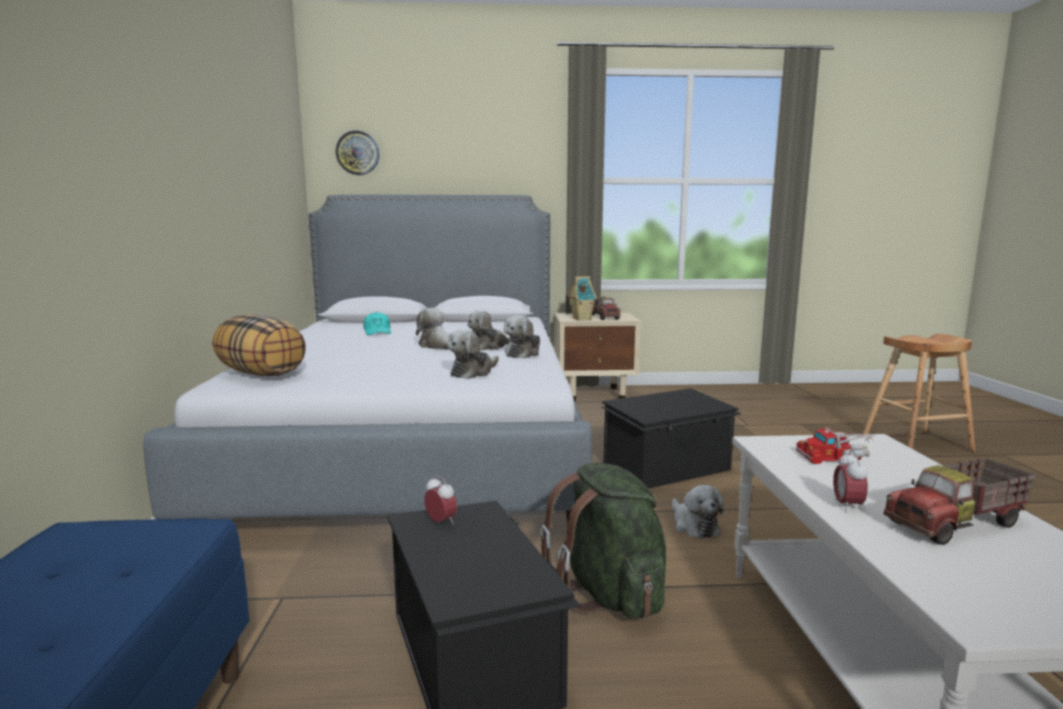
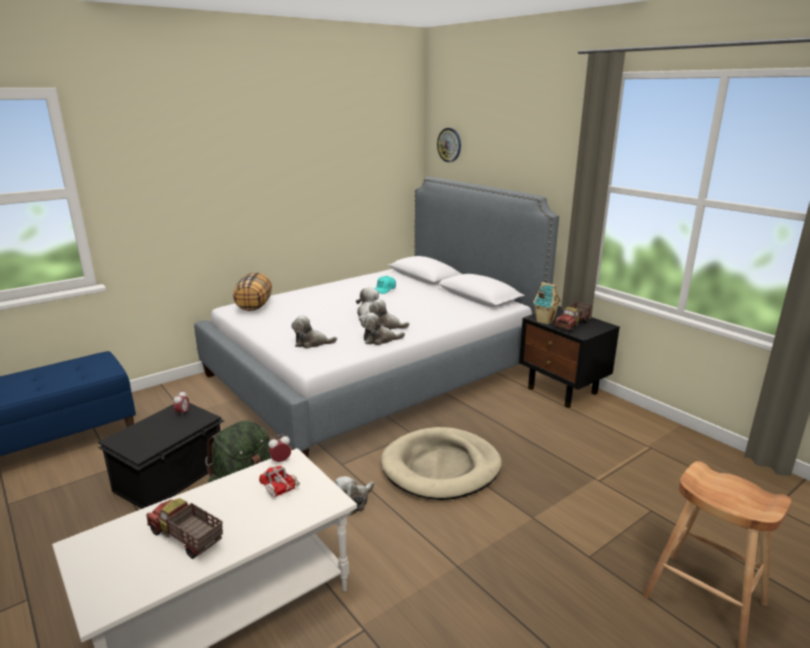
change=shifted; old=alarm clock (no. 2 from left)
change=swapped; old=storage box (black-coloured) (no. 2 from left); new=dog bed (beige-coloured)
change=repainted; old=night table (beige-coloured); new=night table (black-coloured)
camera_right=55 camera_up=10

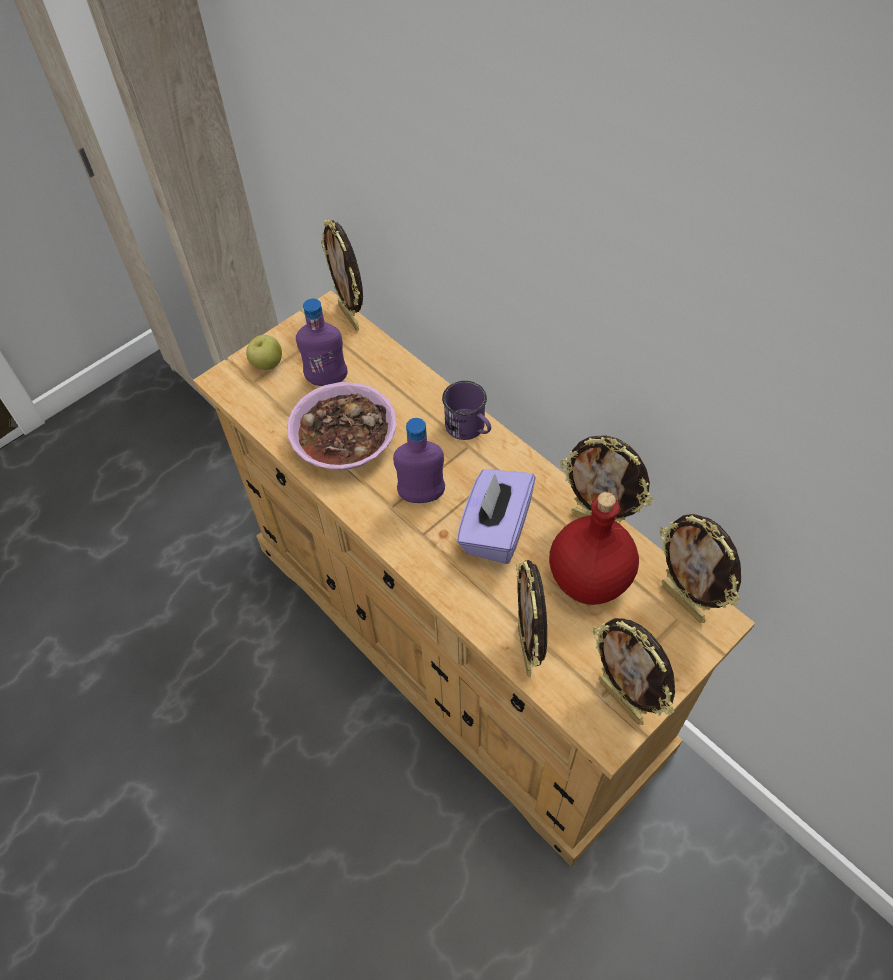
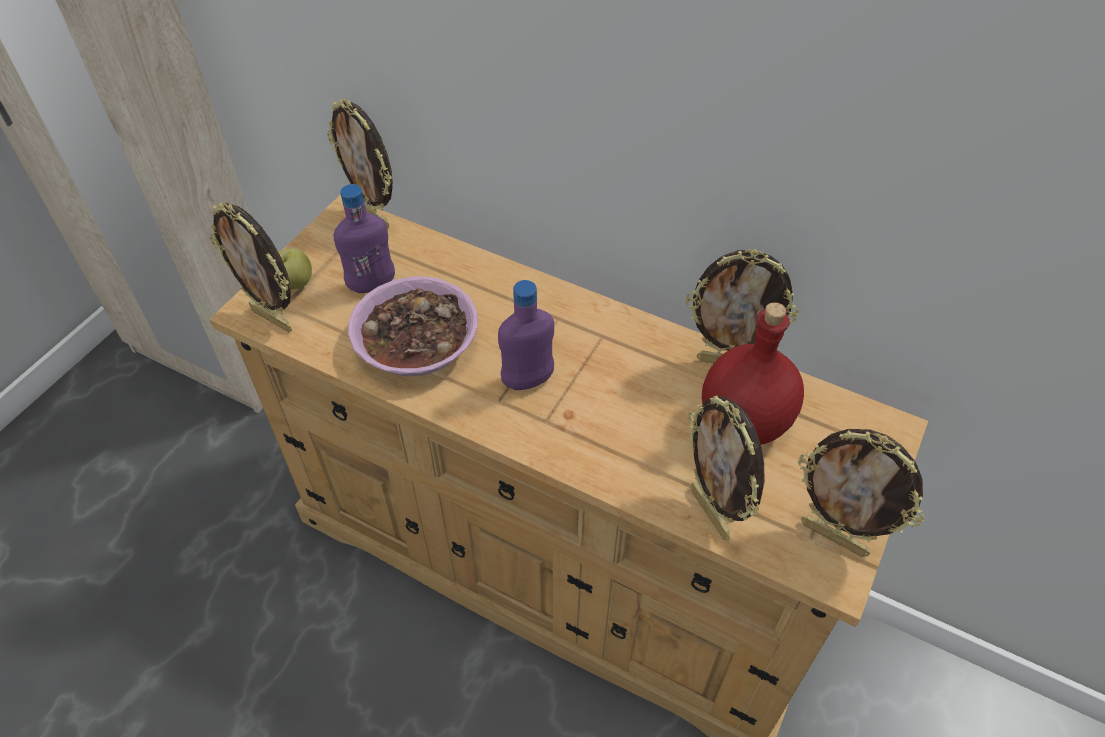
change=shifted; old=standing frame (no. 5 from left in the first image); new=standing frame (no. 1 from left)
change=gone; old=mug (purplish)
change=gone; old=tissue box (purplish)
camera_right=-20 camera_up=-5

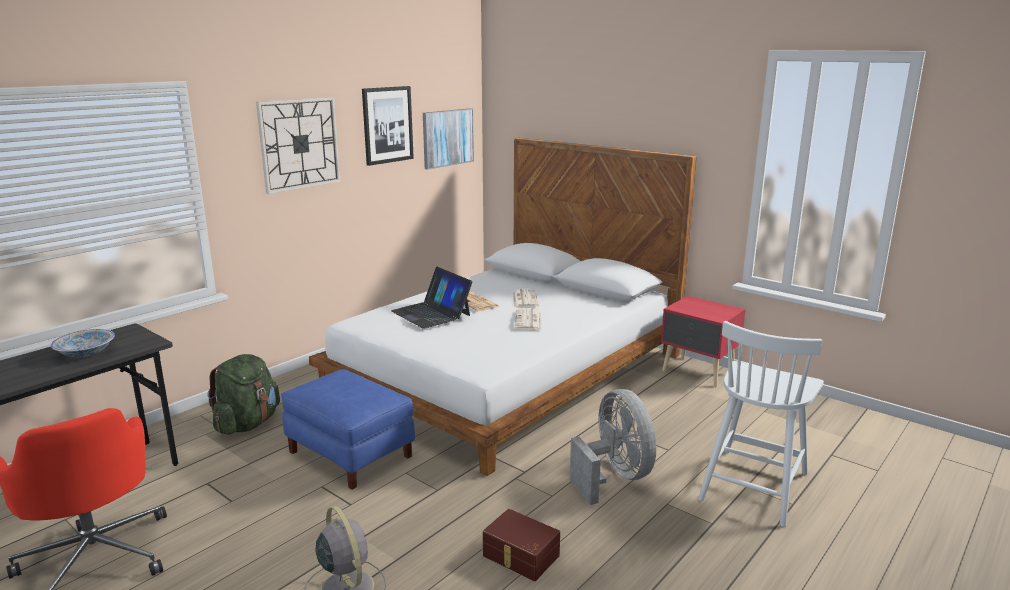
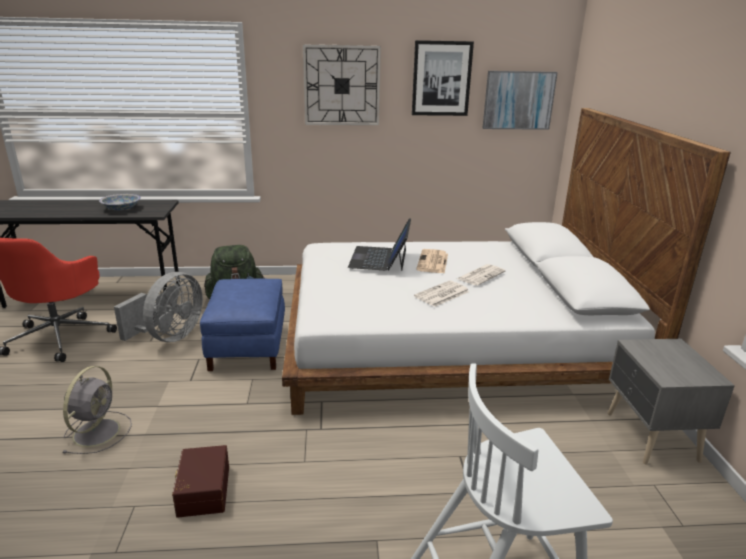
change=shifted; old=electric fan (greyish) (no. 2 from left)
change=repainted; old=night table (red-coloured); new=night table (greyish)
camera_right=45 camera_up=5

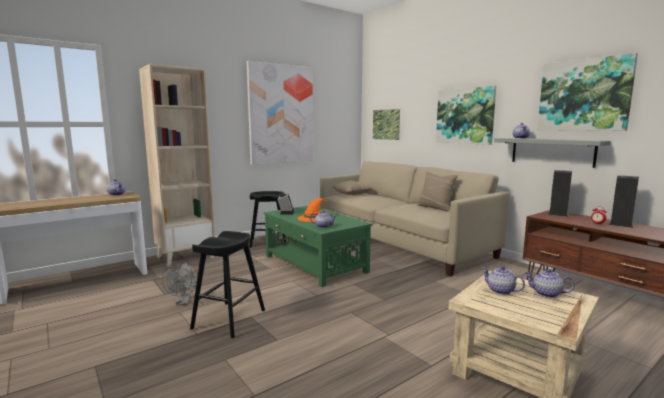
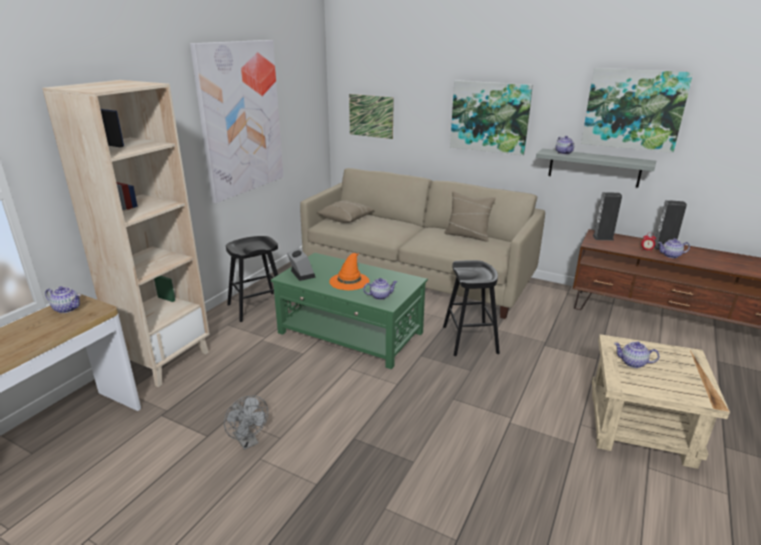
change=shifted; old=stool seat (black-coloured) (no. 1 from left in the first image); new=stool seat (black-coloured) (no. 2 from left)
change=shifted; old=teapot (no. 5 from left)
camera_right=-25 camera_up=15

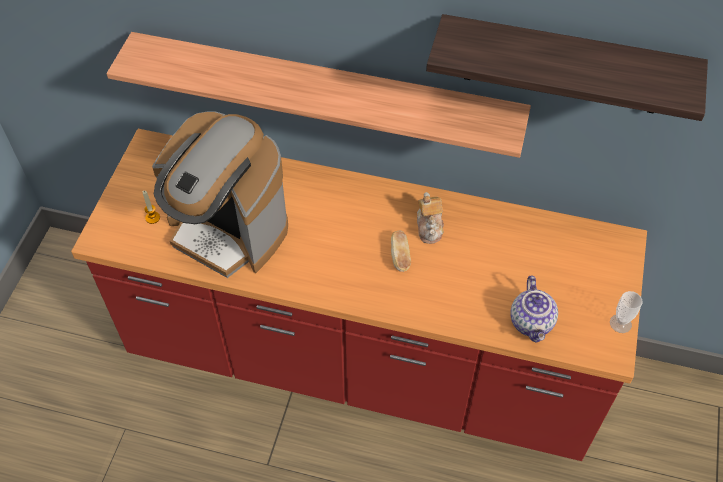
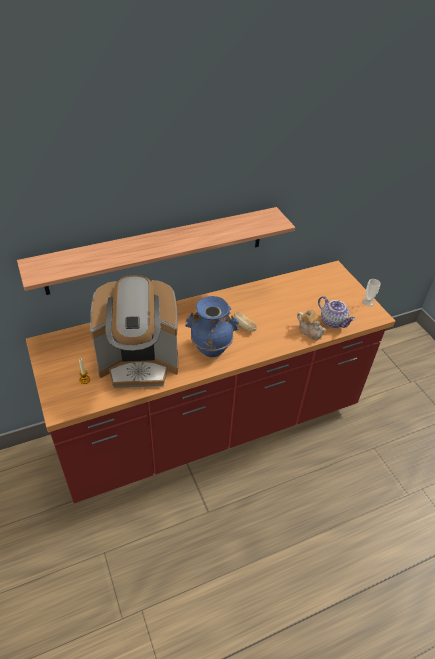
change=new; new=vase (bluish)
change=shifted; old=teapot (no. 1 from left)
change=gone; old=shelf (no. 2 from left)
camera_right=-40 camera_up=-10

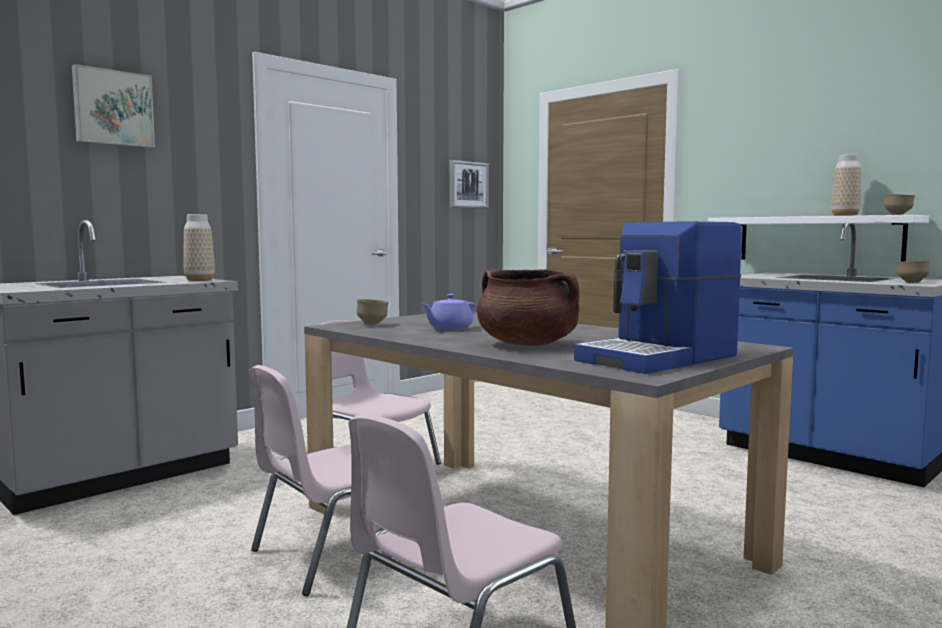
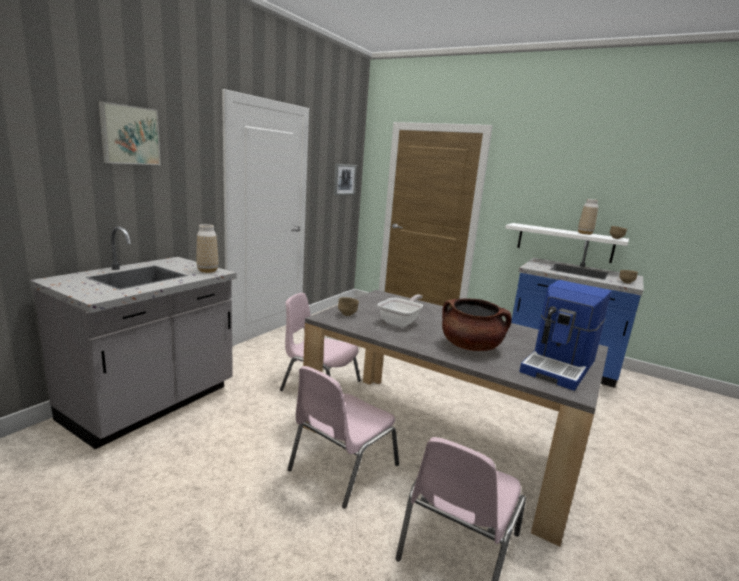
change=swapped; old=teapot (purplish); new=frying pan
camera_right=-15 camera_up=10

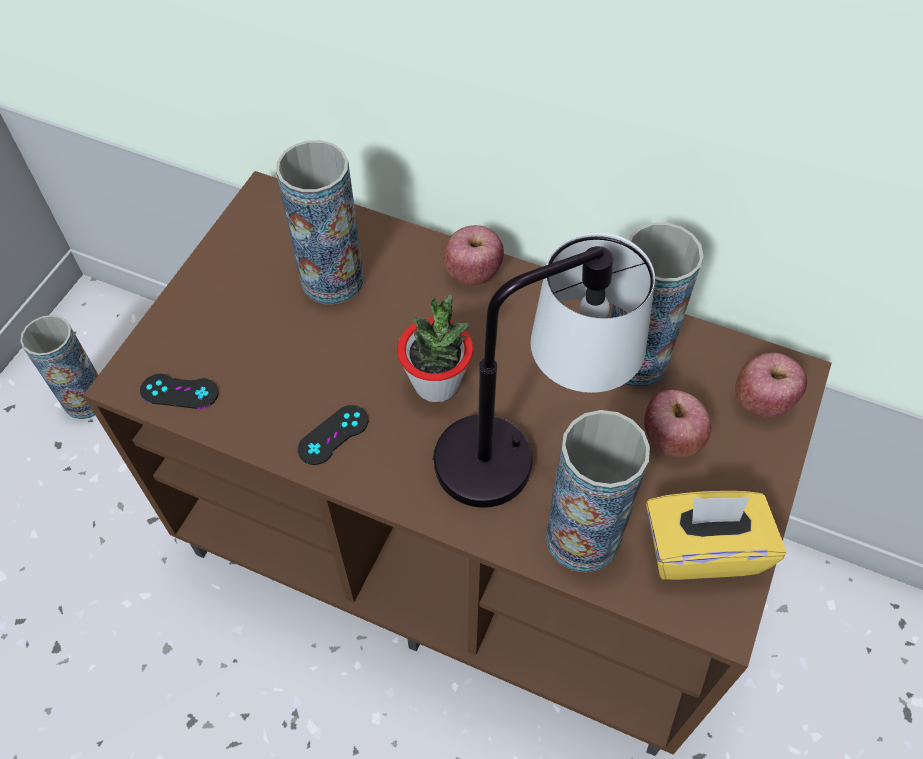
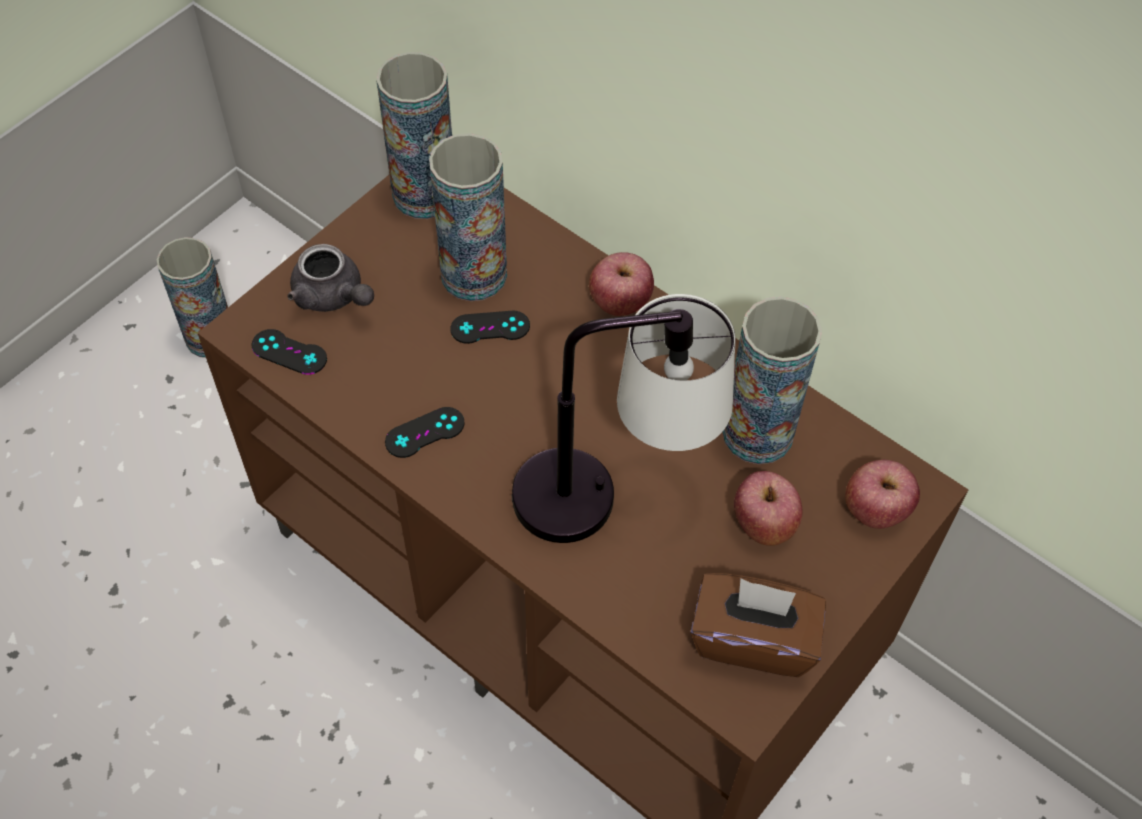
change=new; new=teapot (greyish)
change=shifted; old=vase (no. 3 from left in the first image); new=vase (no. 2 from left)
change=new; new=game controller (black-coloured) (no. 3 from left)
change=repainted; old=tissue box (yellowish); new=tissue box (brown-coloured)
change=gone; old=houseplant
camera_right=15 camera_up=0

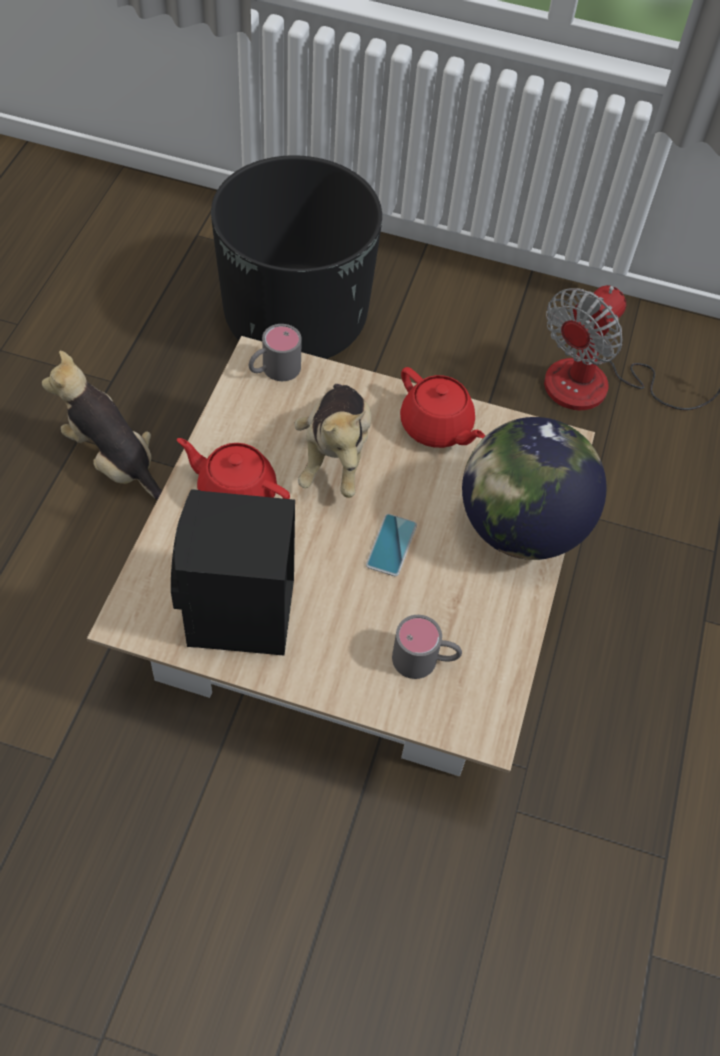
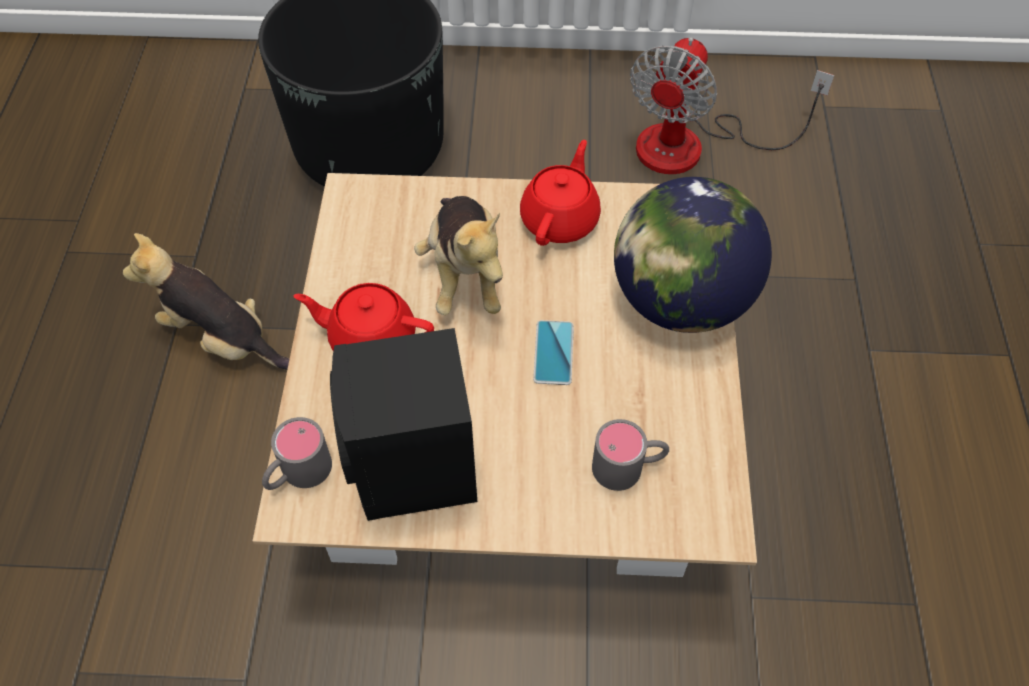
change=shifted; old=mug (greyish) (no. 1 from left)
change=rotated; old=teapot (red-coloured) (no. 2 from left); degrees=-105
camera_right=-10 camera_up=0

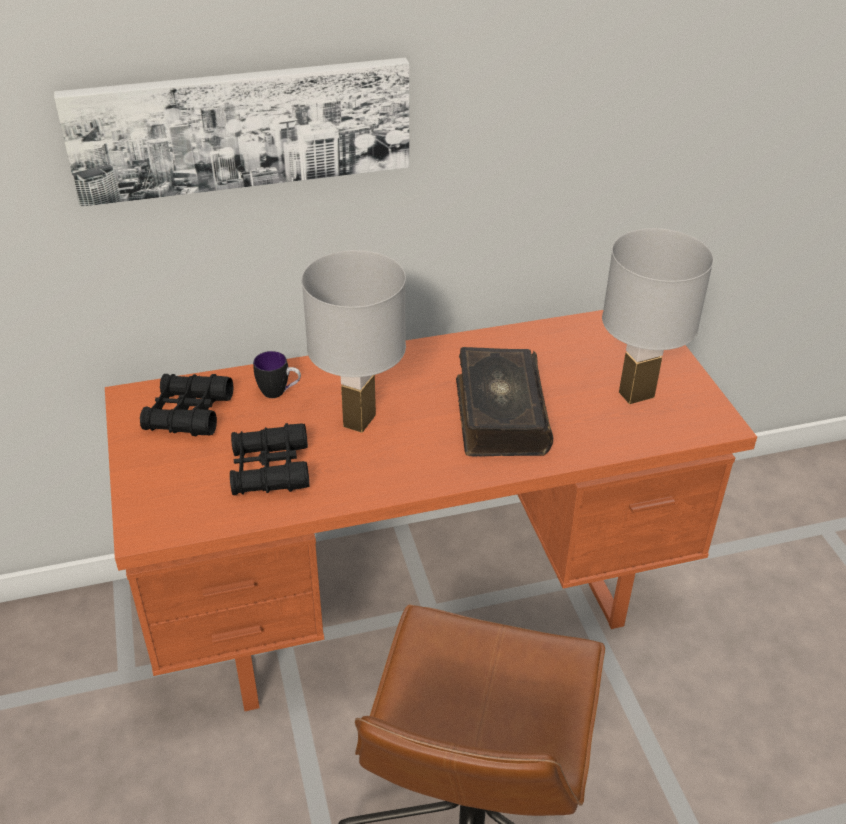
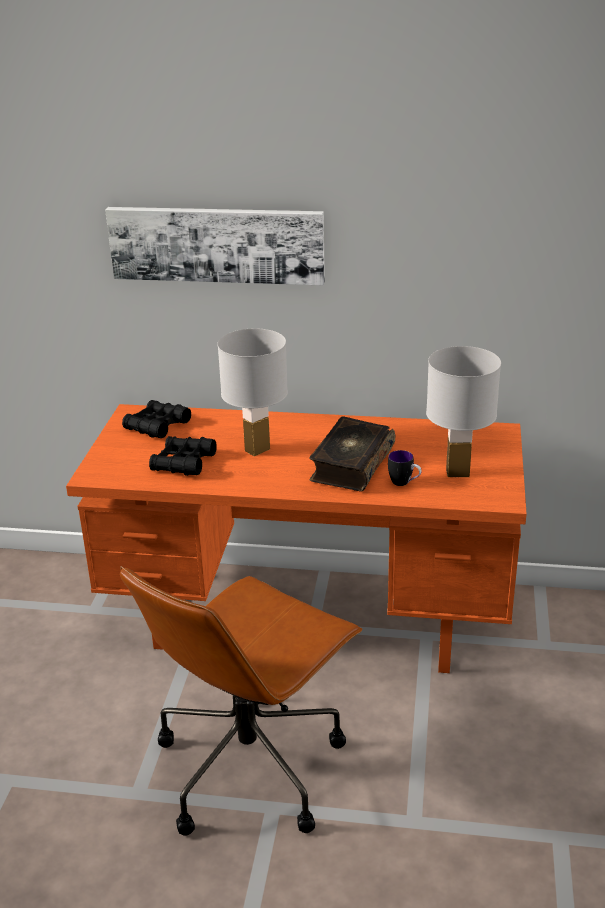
change=shifted; old=mug
camera_right=25 camera_up=-10

